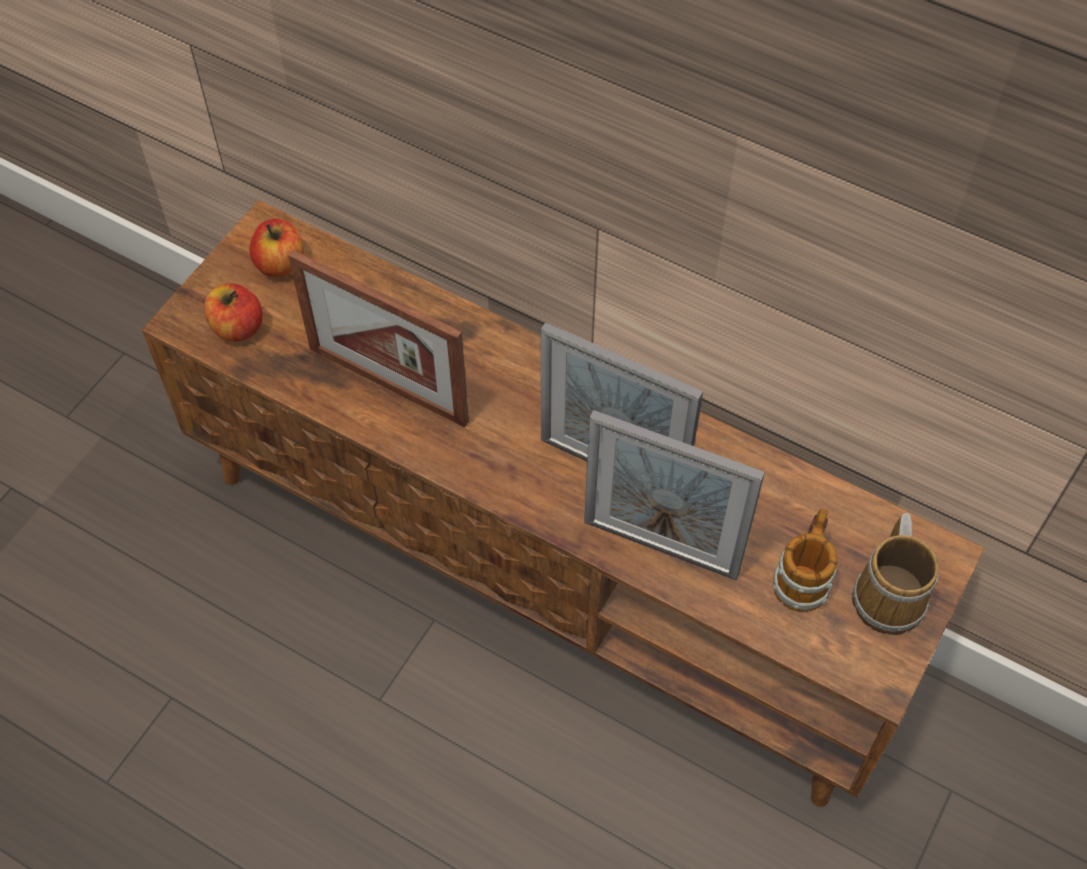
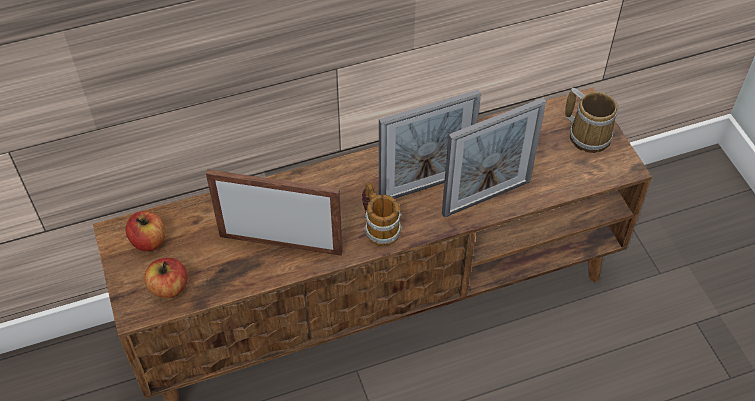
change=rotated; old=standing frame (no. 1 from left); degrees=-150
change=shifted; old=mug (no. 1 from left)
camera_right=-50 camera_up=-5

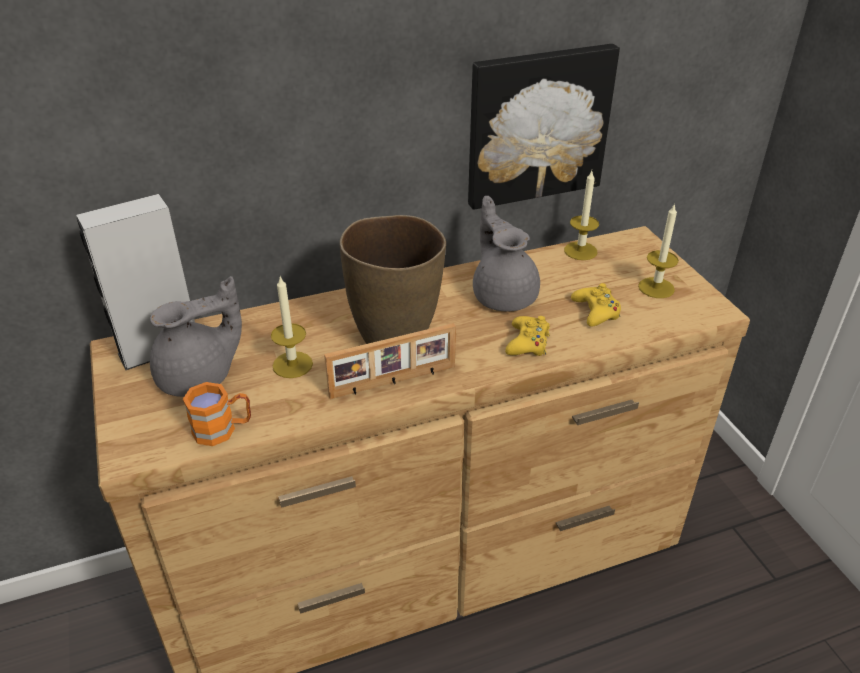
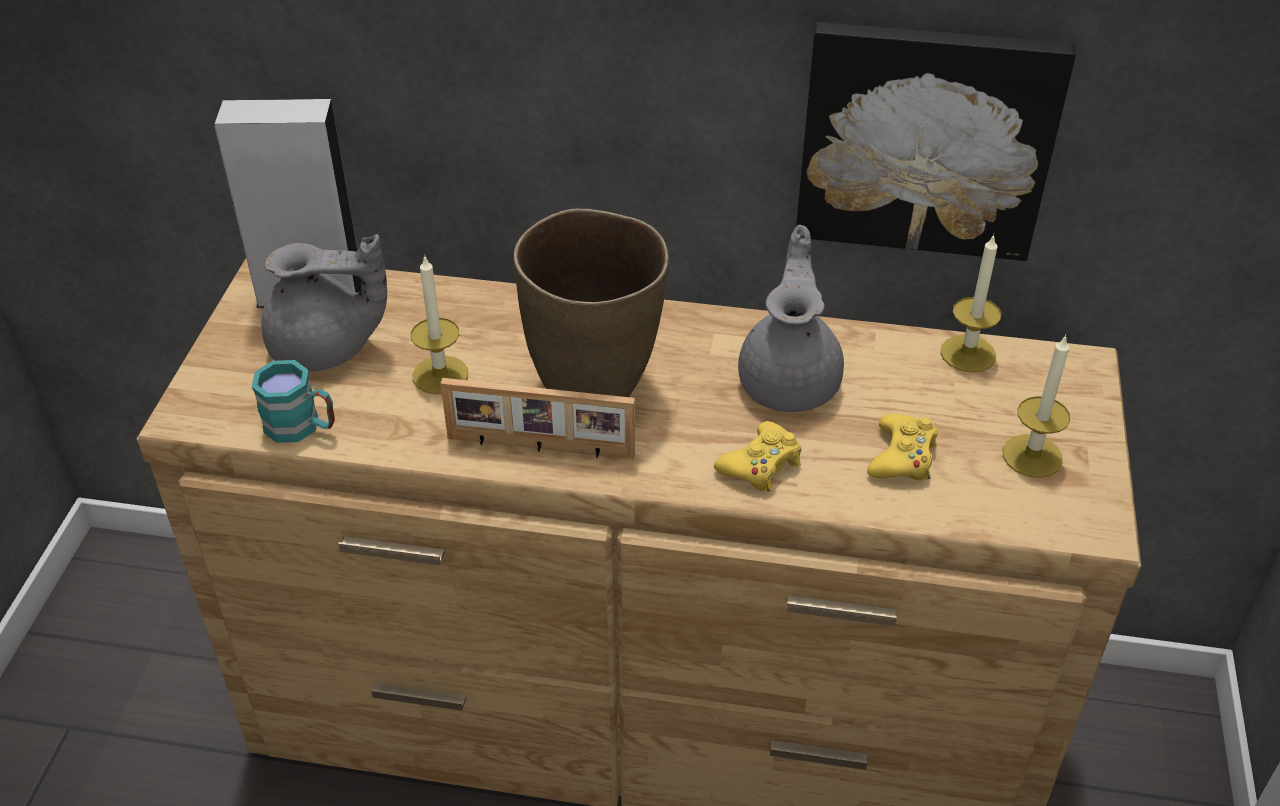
change=repainted; old=mug (orangey); new=mug (turquoise)
camera_right=30 camera_up=5

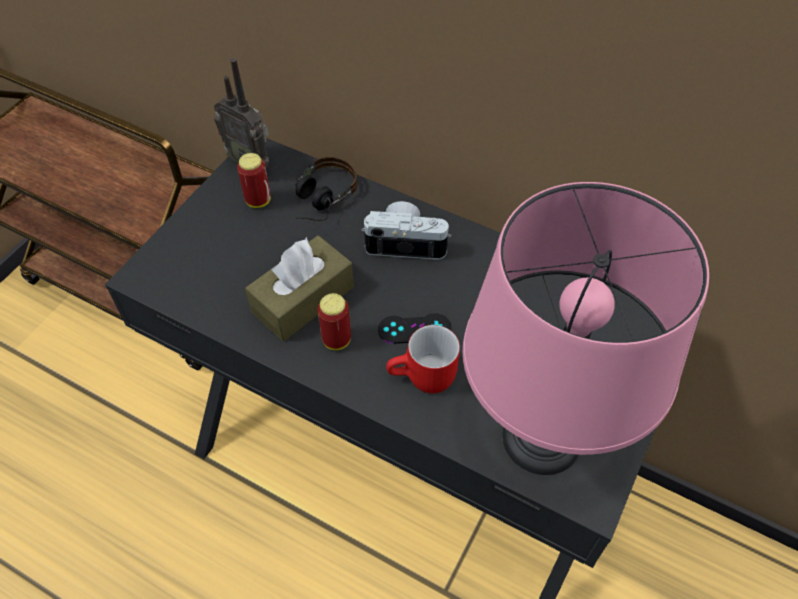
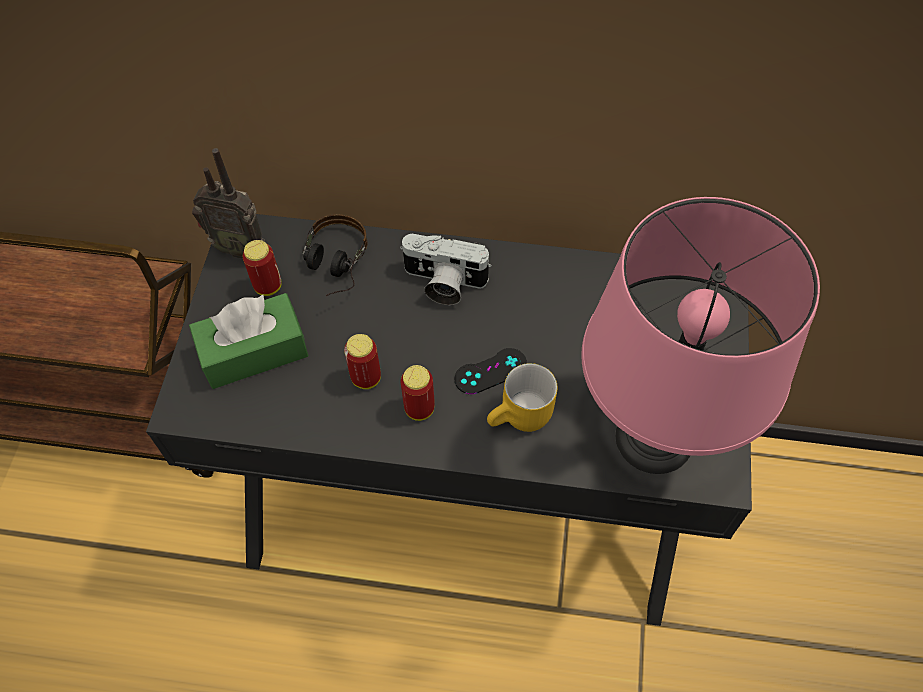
change=new; new=tissue box (greenish)
change=swapped; old=tissue box (brown-coloured); new=sealed can (no. 2 from left)
change=rotated; old=still camera; degrees=-150
change=repainted; old=mug (red-coloured); new=mug (yellowish)
camera_right=-20 camera_up=5

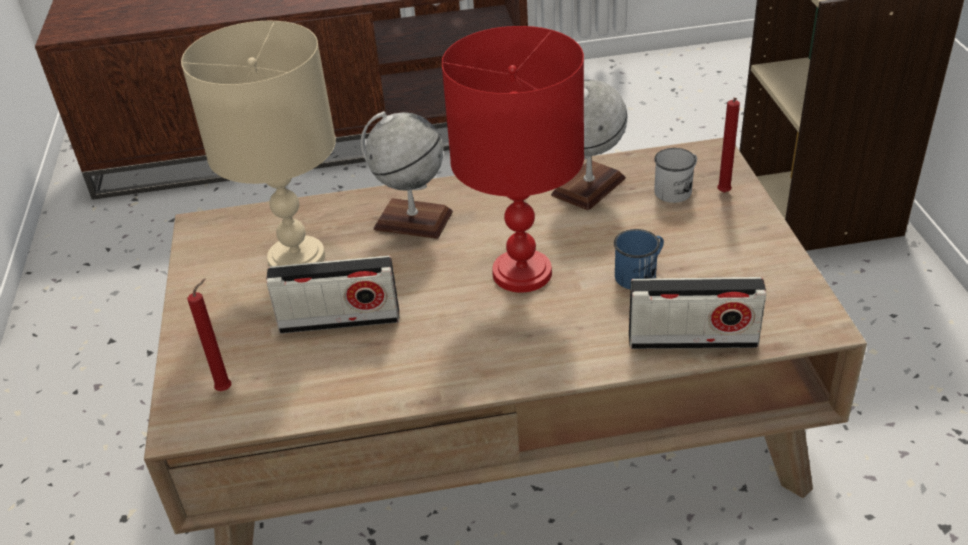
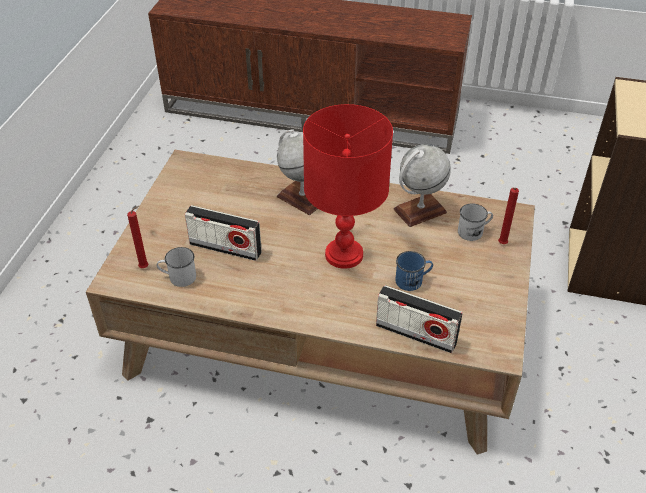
change=new; new=mug (whitish) (no. 1 from left)
change=gone; old=lamp for a table (beige-coloured)
camera_right=20 camera_up=5

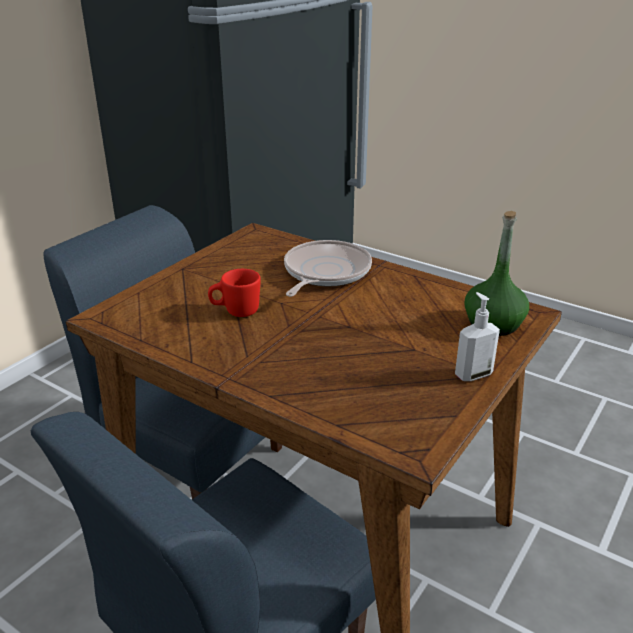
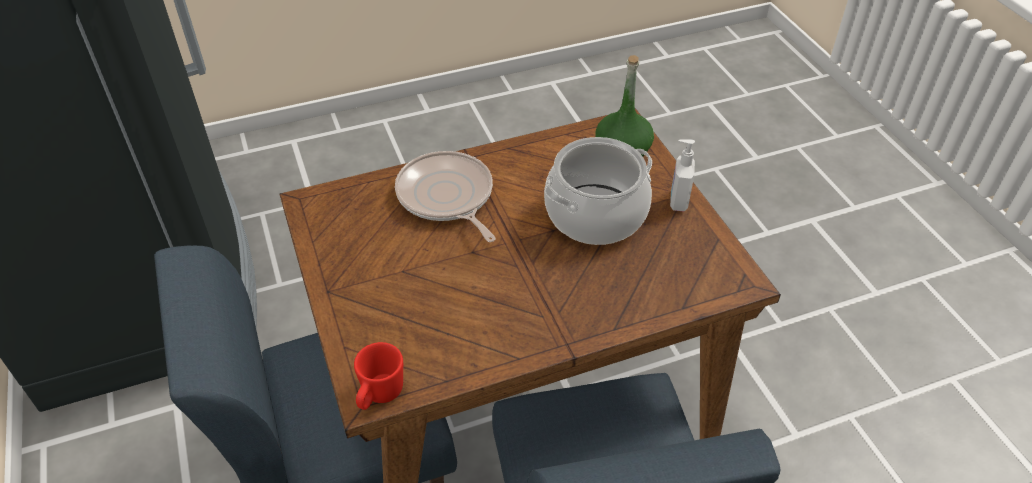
change=shifted; old=mug (red-coloured)
change=new; new=saucepot
camera_right=-55 camera_up=15

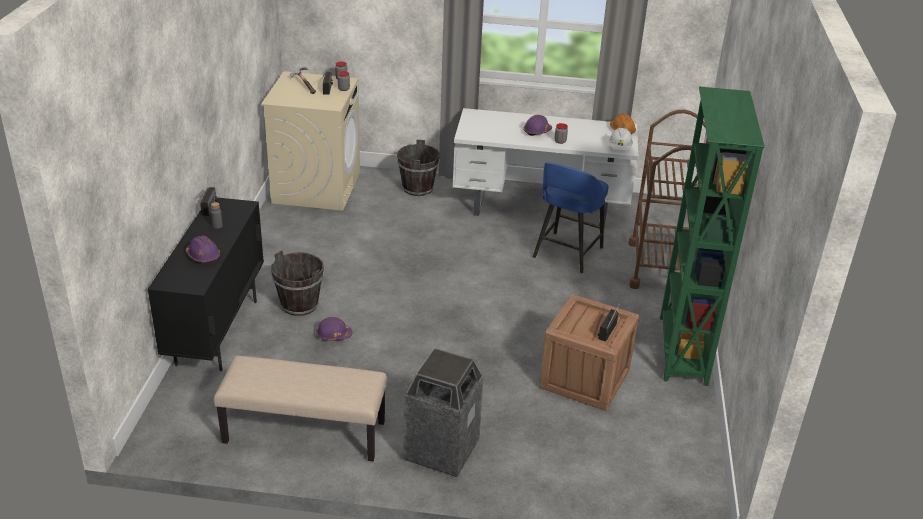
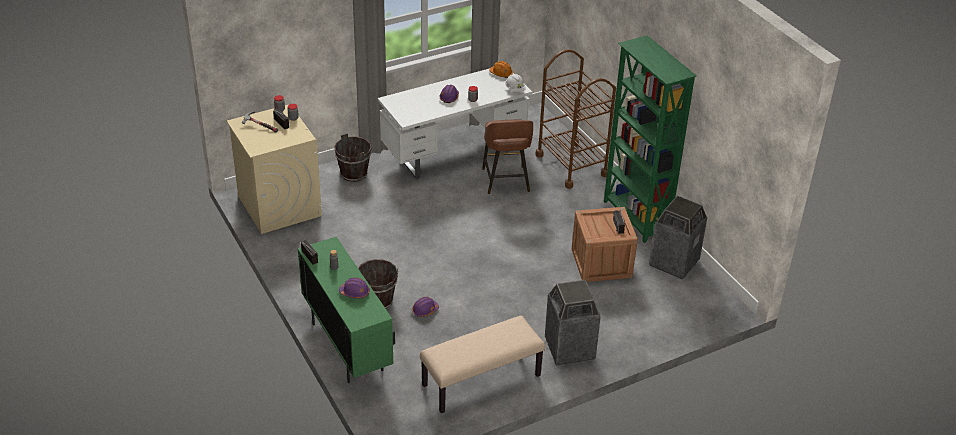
change=repainted; old=cabinet (black-coloured); new=cabinet (greenish)
change=repainted; old=stool seat (bluish); new=stool seat (brown-coloured)
change=new; new=rubbish bin (no. 2 from left)
camera_right=-35 camera_up=5

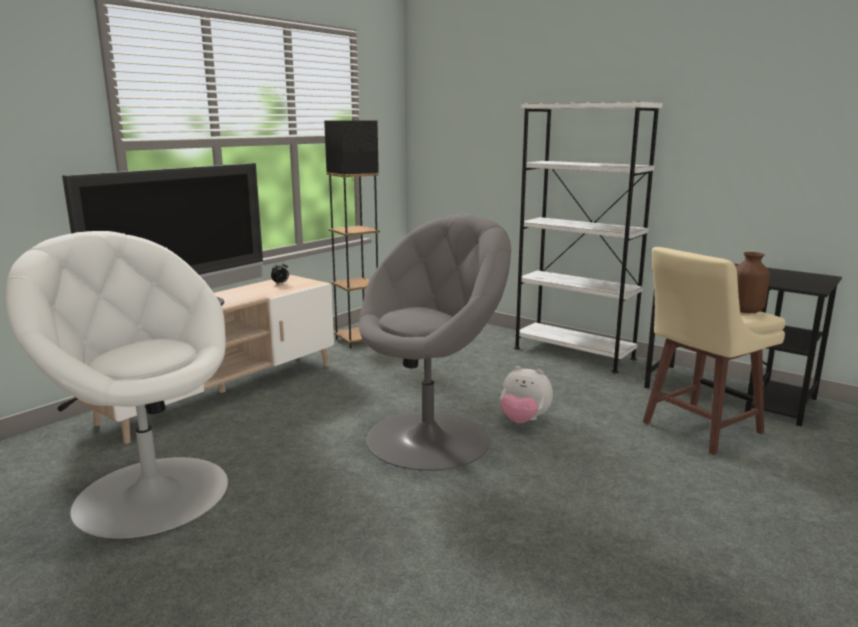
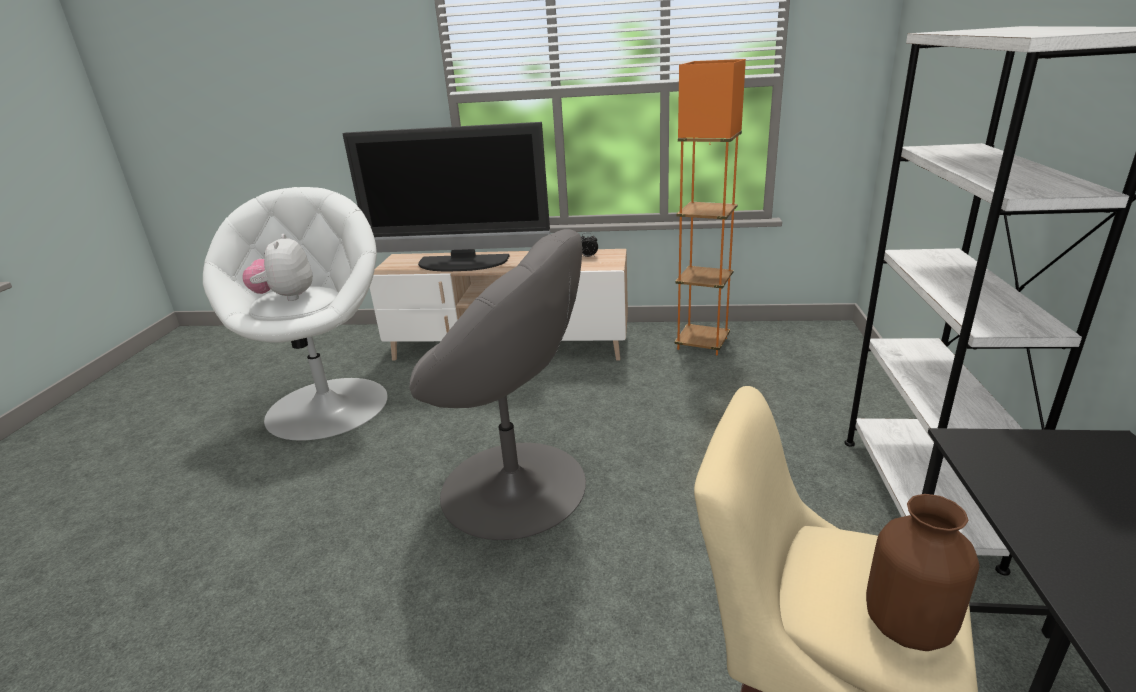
change=shifted; old=soft toy
change=repainted; old=standard lamp (black-coloured); new=standard lamp (orangey)
camera_right=60 camera_up=10

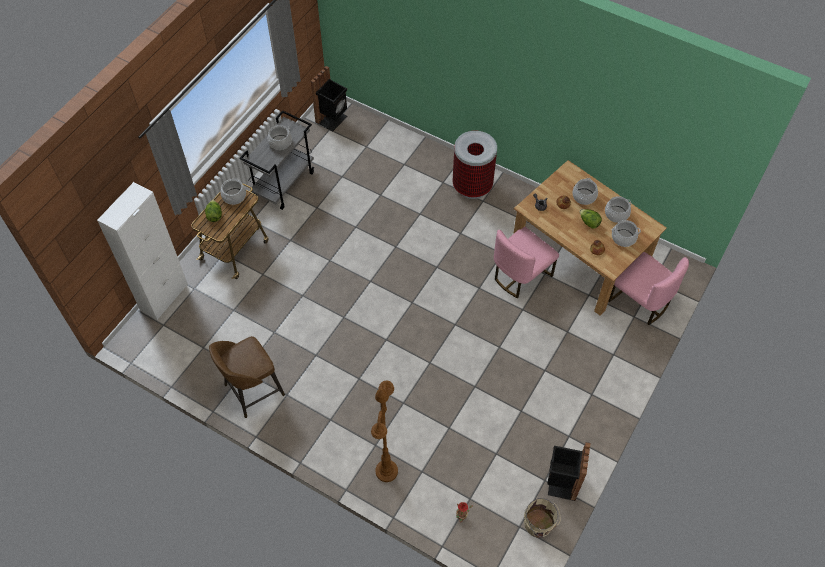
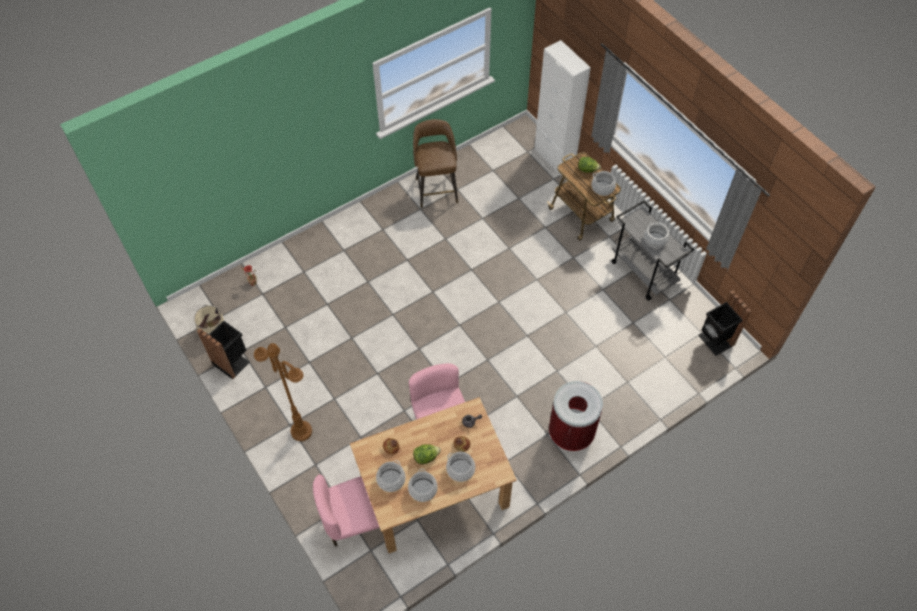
change=shifted; old=standard lamp (brown-coloured)
camera_right=115 camera_up=0

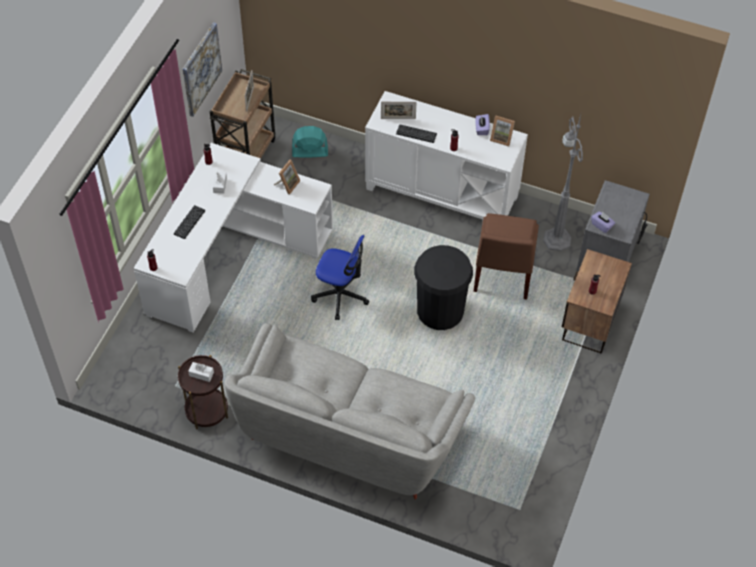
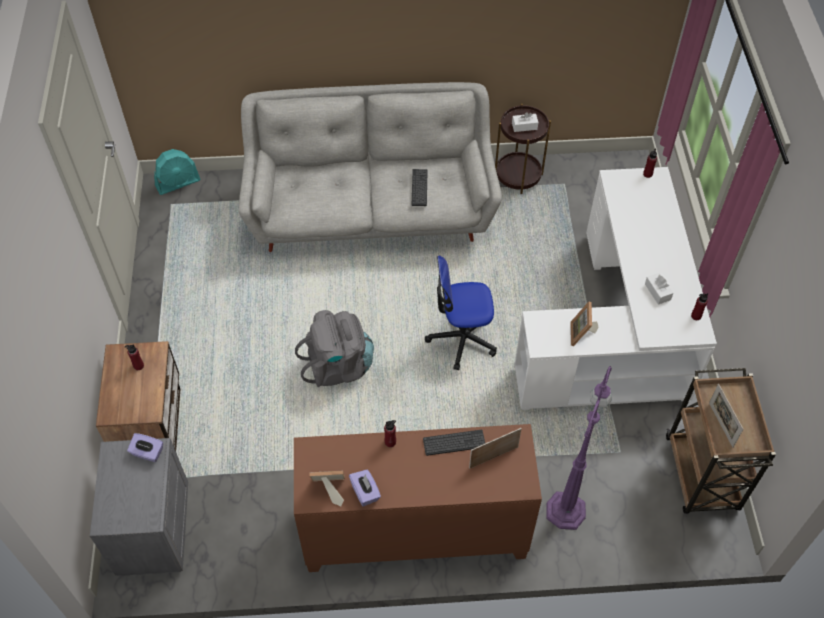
change=shifted; old=electric fan (turquoise)
change=repainted; old=cabinet (whitish); new=cabinet (brown-coloured)
change=swapped; old=rubbish bin (black-coloured); new=rucksack (greyish)
change=shifted; old=keyboard (no. 1 from left)
change=new; new=standard lamp (purplish)
change=gone; old=picture
change=gone; old=upright chair (brown-coloured)
change=gone; old=standard lamp (greyish)
camera_right=155 camera_up=0

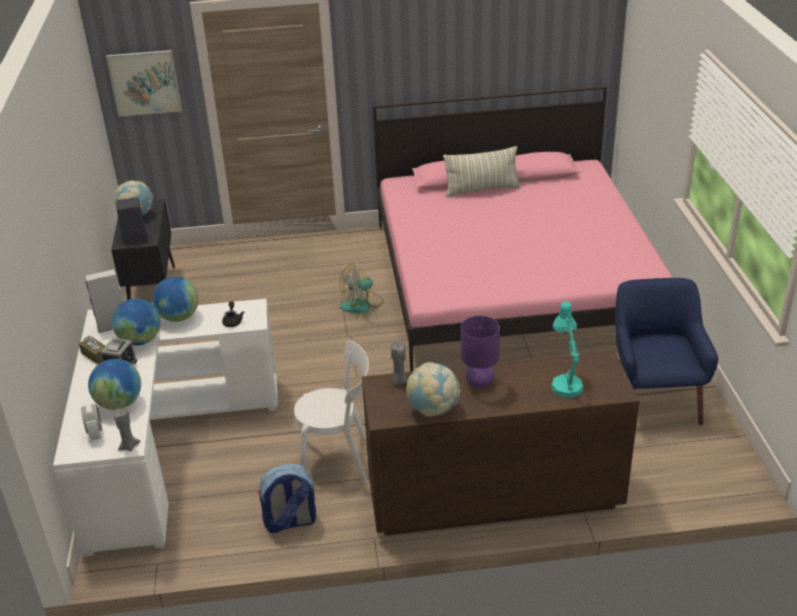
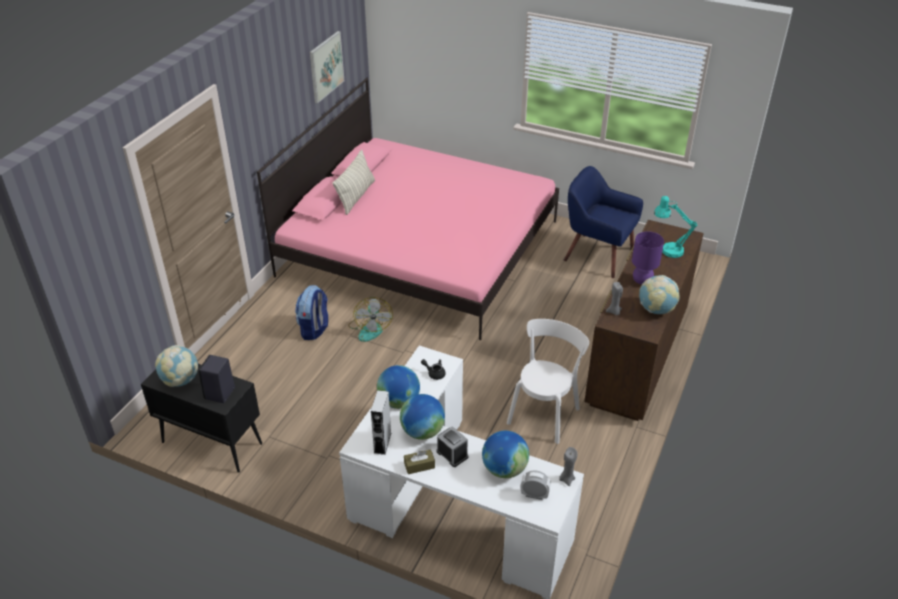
change=shifted; old=rucksack
change=shifted; old=picture
camera_right=-60 camera_up=5

